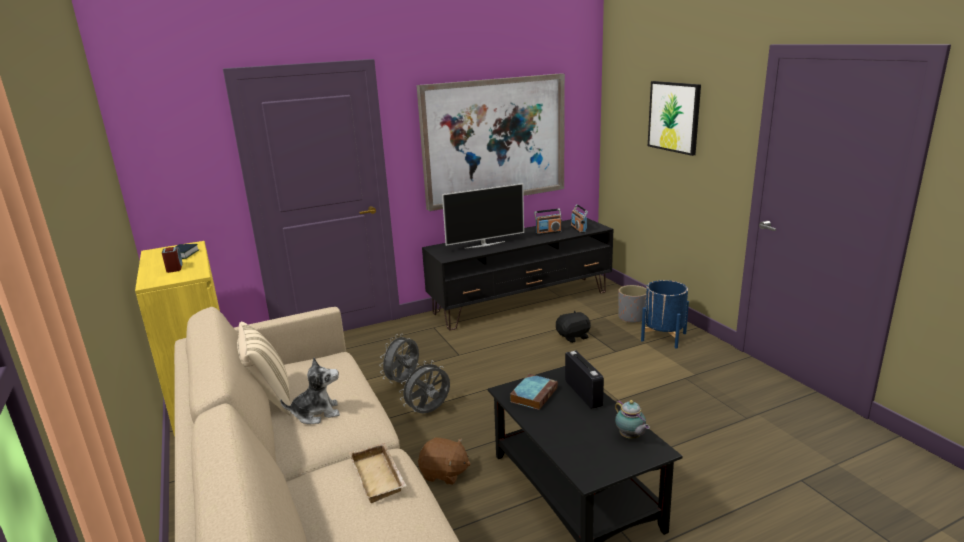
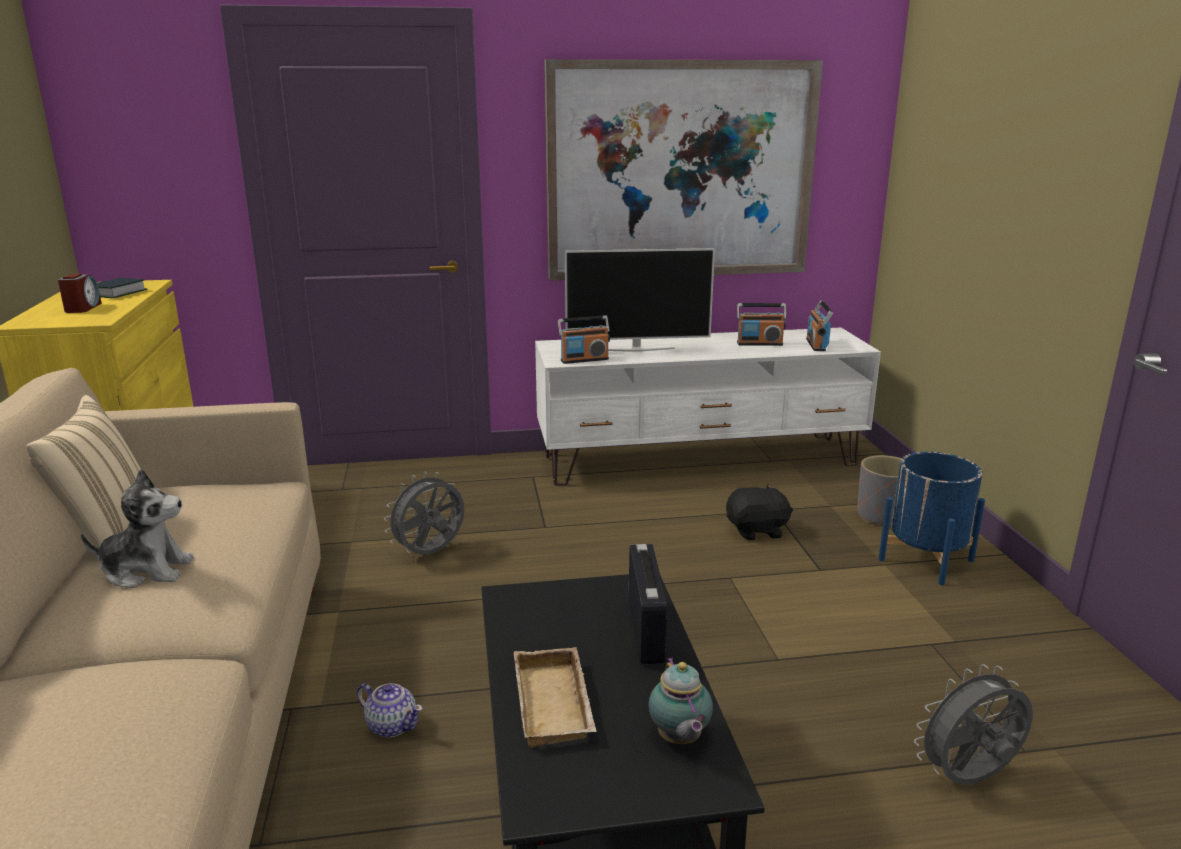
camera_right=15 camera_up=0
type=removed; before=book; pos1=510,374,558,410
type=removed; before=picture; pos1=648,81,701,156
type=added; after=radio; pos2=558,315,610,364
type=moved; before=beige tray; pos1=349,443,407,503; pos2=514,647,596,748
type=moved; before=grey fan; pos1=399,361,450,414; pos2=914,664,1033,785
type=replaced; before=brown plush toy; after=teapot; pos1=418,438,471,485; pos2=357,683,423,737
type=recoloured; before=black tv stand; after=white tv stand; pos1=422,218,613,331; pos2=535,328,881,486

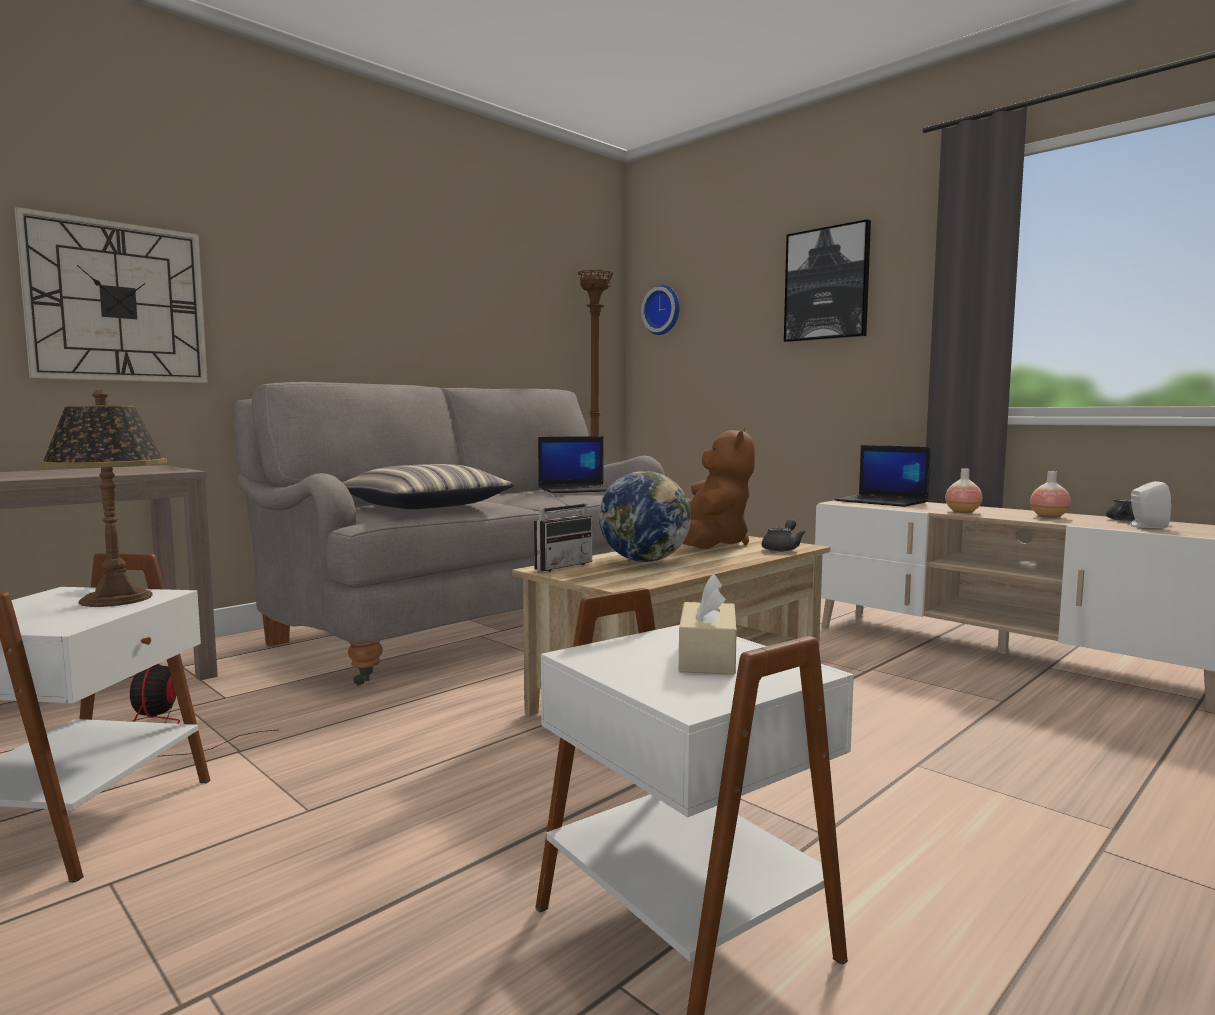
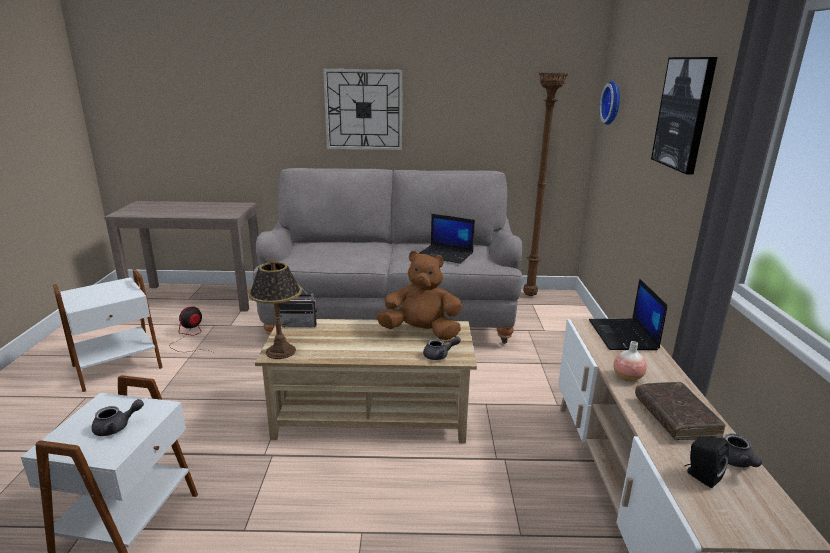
camera_right=45 camera_up=15
type=removed; before=pillow; pos1=342,464,514,509
type=removed; before=globe; pos1=599,471,691,562
type=moved; before=wall clock; pos1=14,207,208,383; pos2=323,69,402,150
type=moved; before=table lamp; pos1=39,390,167,607; pos2=249,259,302,359
type=replaced; before=beige tissue box; after=grey teapot; pos1=679,573,737,675; pos2=92,399,144,436
type=replaced; before=vase; after=brown book; pos1=1030,471,1071,518; pos2=635,382,726,440
type=recoloured; before=white speaker; after=black speaker; pos1=1131,481,1171,528; pos2=685,437,729,488
type=turned; before=brown plush toy; pos1=683,428,755,549; pos2=376,251,462,340; turn=-135

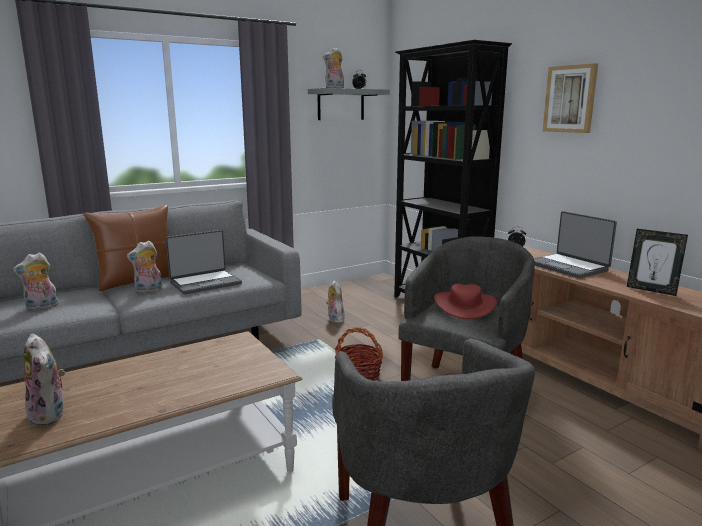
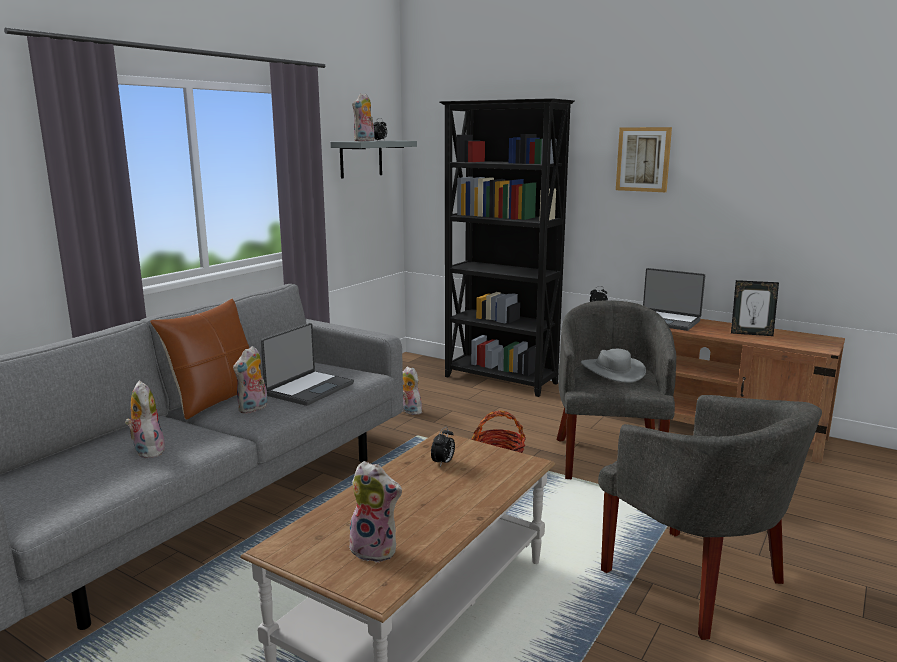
camera_right=-25 camera_up=0
type=added; after=alarm clock; pos2=431,427,455,467
type=recoloured; before=red hat; after=grey hat; pos1=434,284,497,319; pos2=581,349,646,383
type=turned; before=plush toy; pos1=13,253,58,311; pos2=125,380,166,458; turn=120

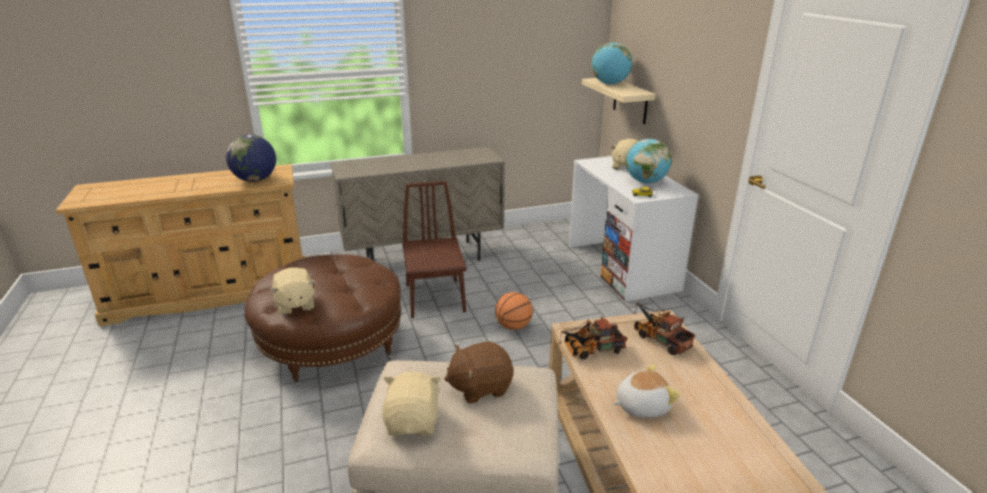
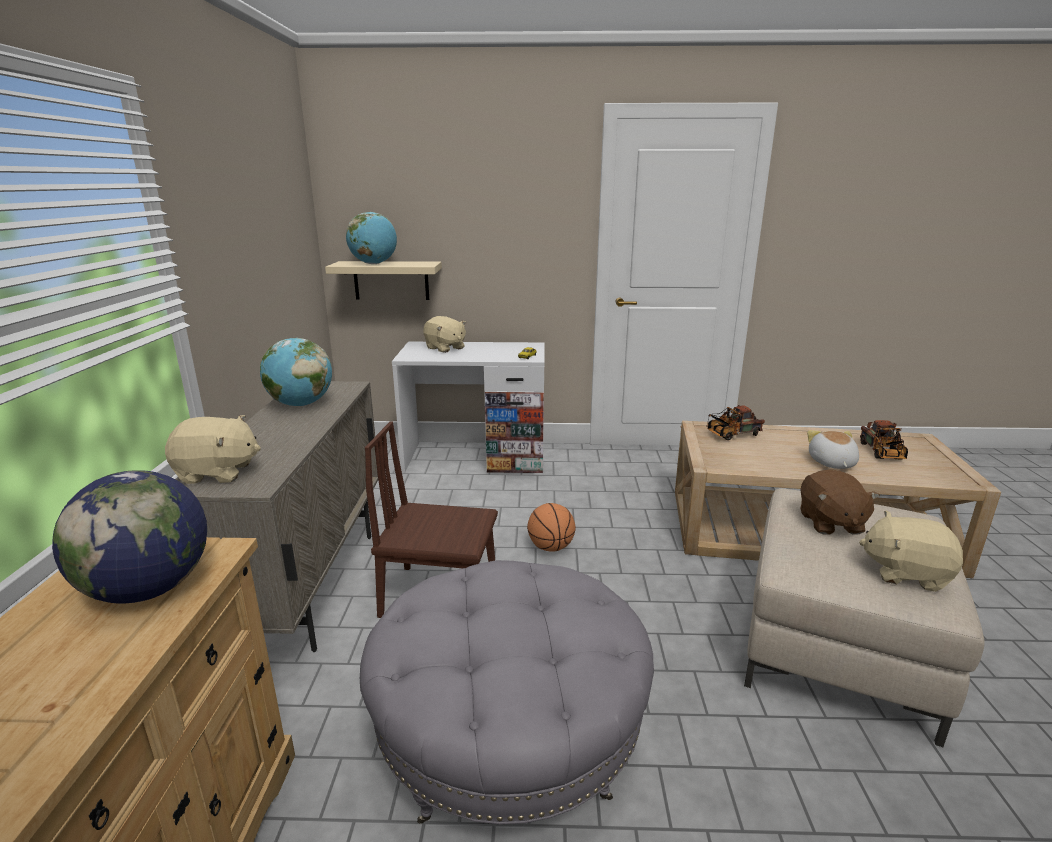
camera_right=-70 camera_up=-5
type=moved; before=beige plush toy; pos1=270,267,315,315; pos2=165,415,261,484
type=moved; before=toy truck; pos1=559,316,628,360; pos2=860,420,908,460
type=moved; before=globe; pos1=626,139,671,184; pos2=260,338,332,406
type=recoloured; before=brown ottoman; after=grey ottoman; pos1=244,254,401,386; pos2=360,560,654,824

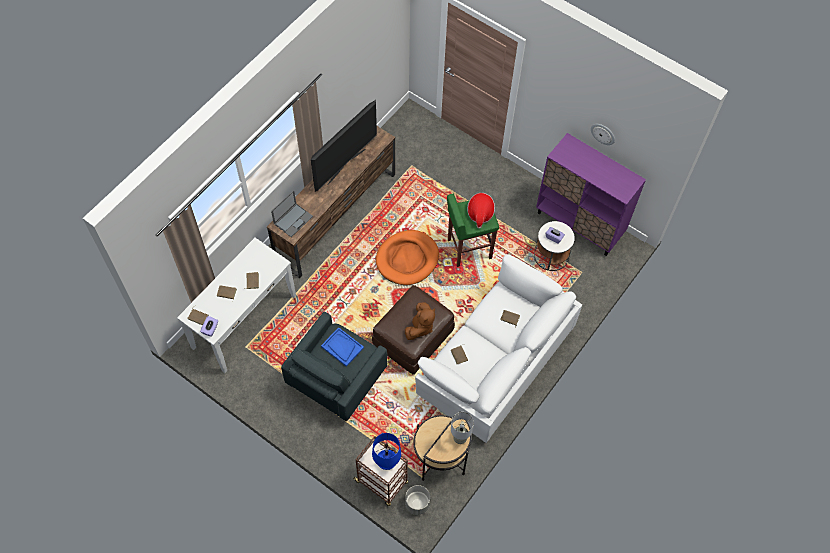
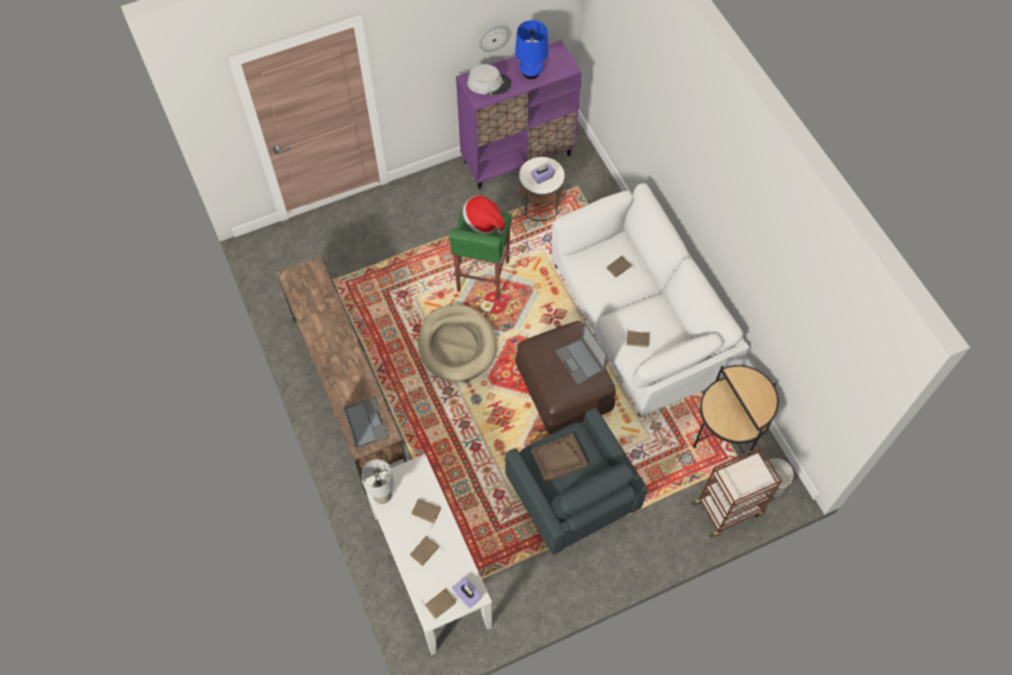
camera_right=-60 camera_up=0
type=removed; before=television; pos1=311,100,377,192
type=added; after=grey hat; pos2=467,64,511,95
type=moved; before=blue table lamp; pos1=372,433,401,470; pos2=515,20,548,79
type=moved; before=grey table lamp; pos1=451,412,474,444; pos2=361,459,394,504
type=replaced; before=brown plush toy; after=laptop; pos1=405,302,435,340; pos2=555,322,608,385
type=recoloured; before=blue tray; after=brown tray; pos1=321,327,364,367; pos2=532,433,588,482
type=recoloured; before=orange dog bed; after=beige dog bed; pos1=376,230,439,285; pos2=418,304,497,381

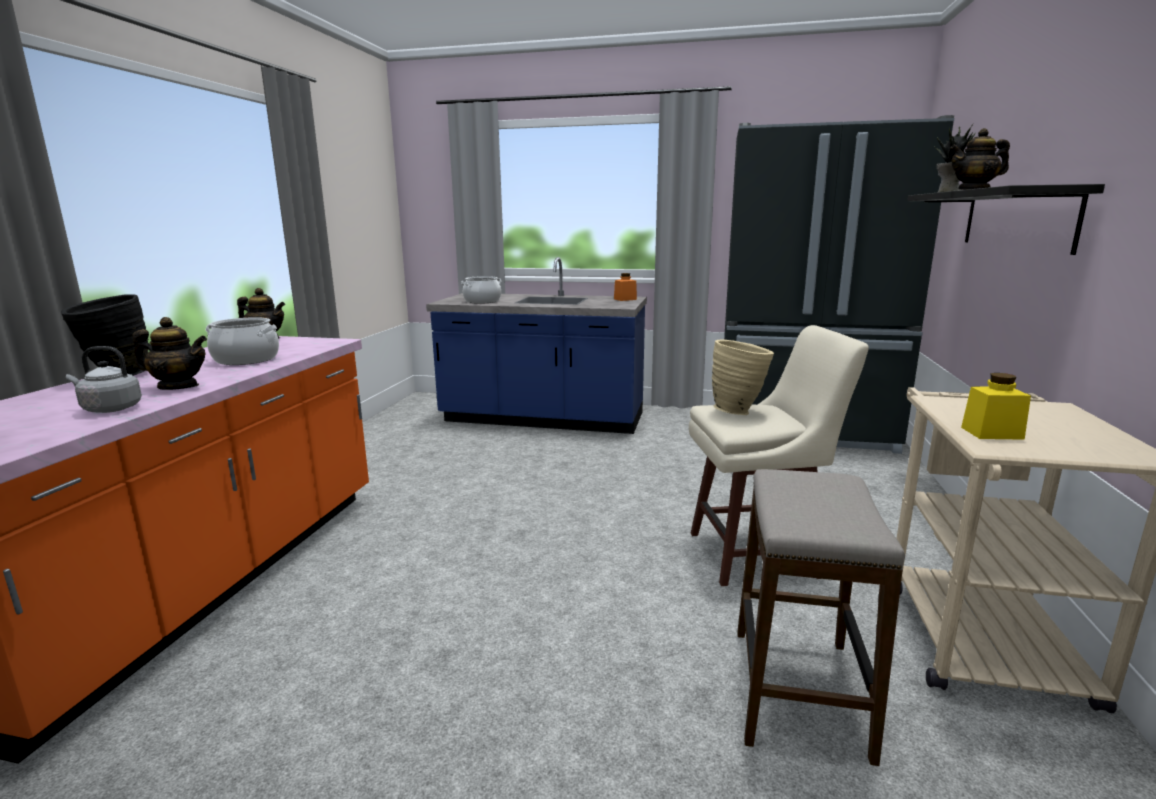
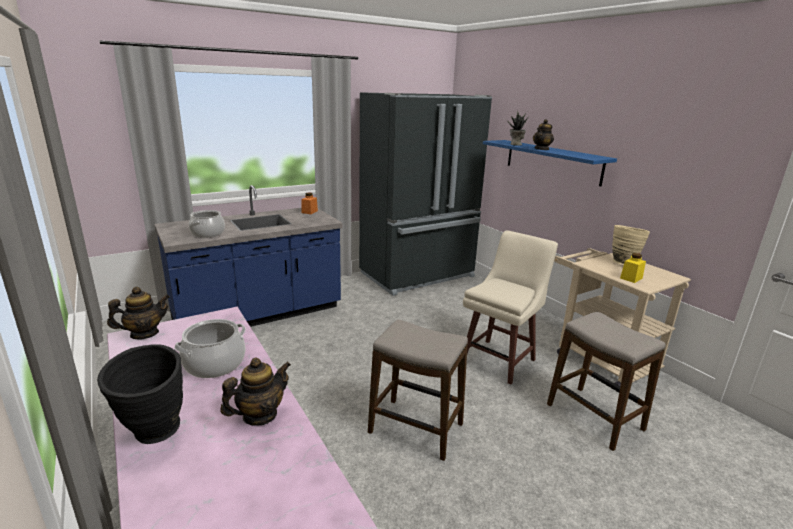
camera_right=-45 camera_up=5
type=removed; before=grey kettle; pos1=66,346,142,413
type=added; after=stool; pos2=368,319,468,461
type=moved; before=beige vase; pos1=712,339,774,415; pos2=612,225,650,265
type=recoloured; before=black shelf; after=blue shelf; pos1=907,184,1105,255; pos2=483,140,617,186

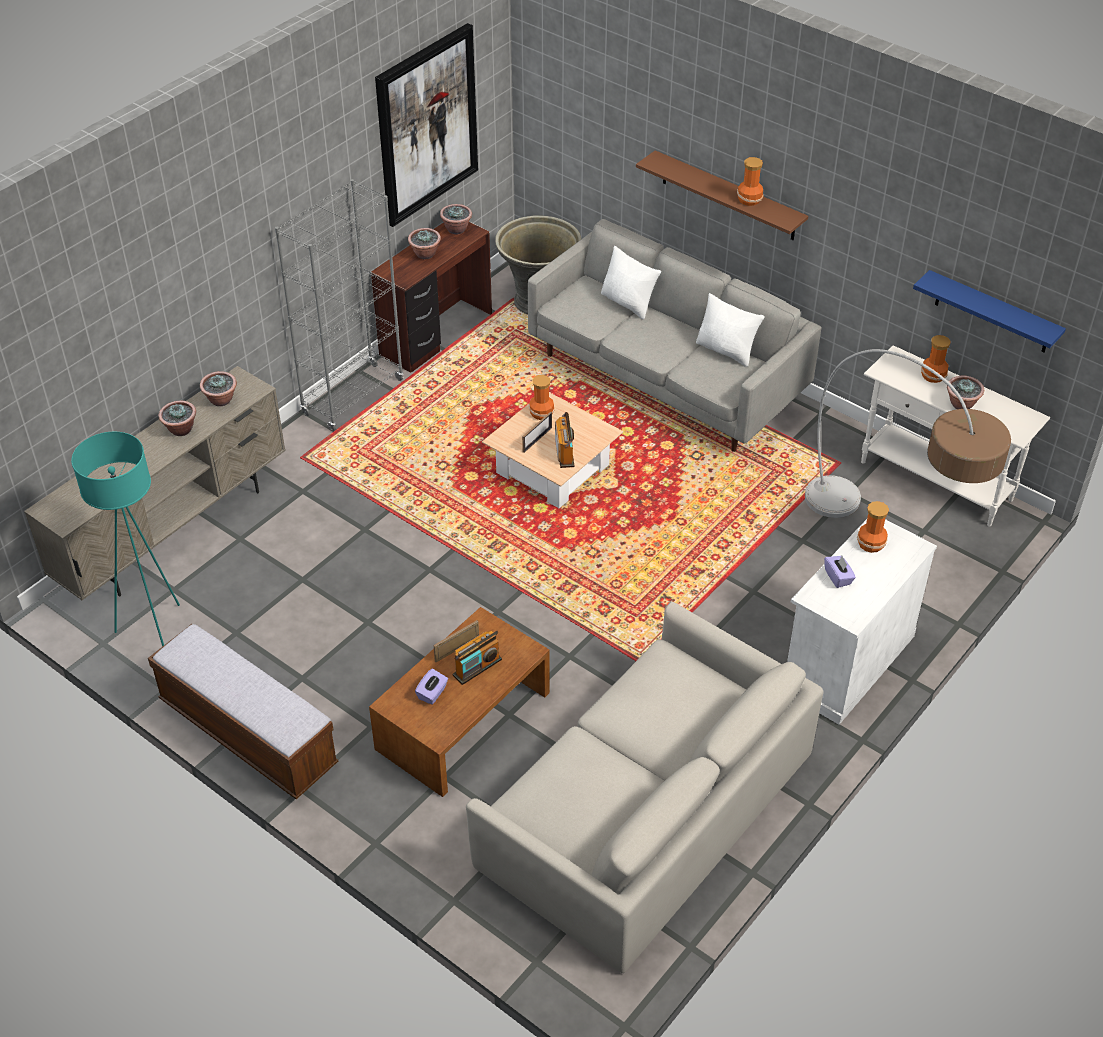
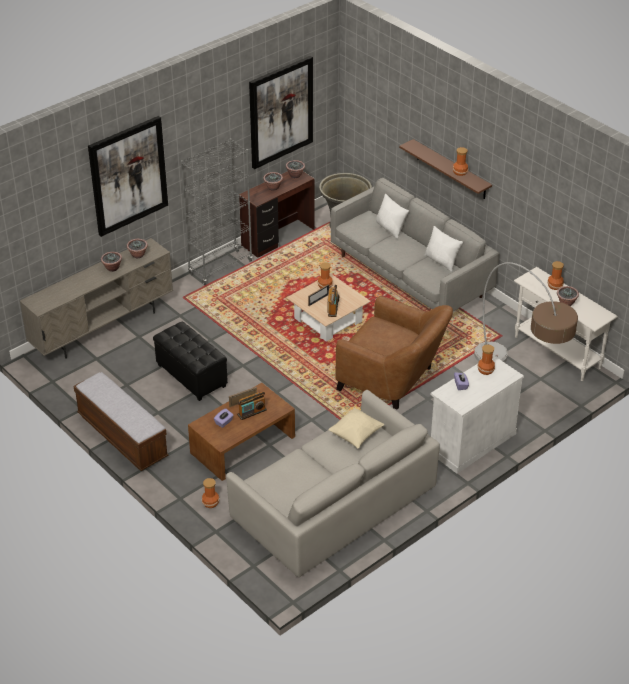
camera_right=10 camera_up=-5
type=removed; before=turquoise floor lamp; pos1=71,432,180,647
type=removed; before=blue shelf; pos1=913,270,1066,352
type=added; after=picture; pos2=88,116,168,237
type=added; after=black ottoman; pos2=153,321,228,401
type=added; after=vase; pos2=202,478,219,508
type=added; after=beige pillow; pos2=328,408,385,448
type=added; after=brown armchair; pos2=335,296,453,409

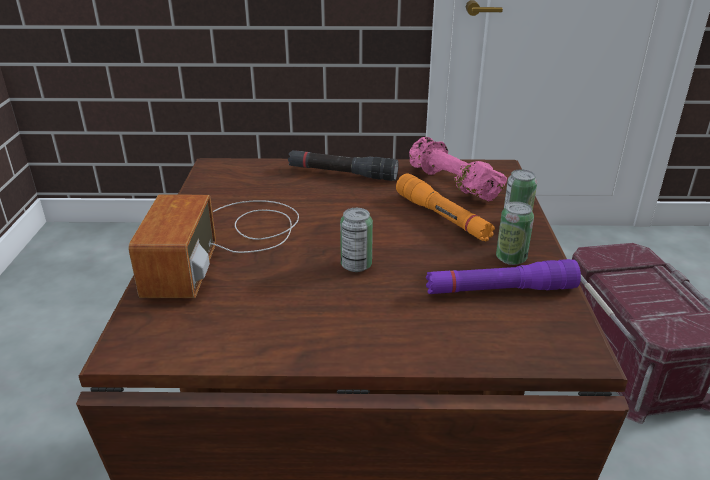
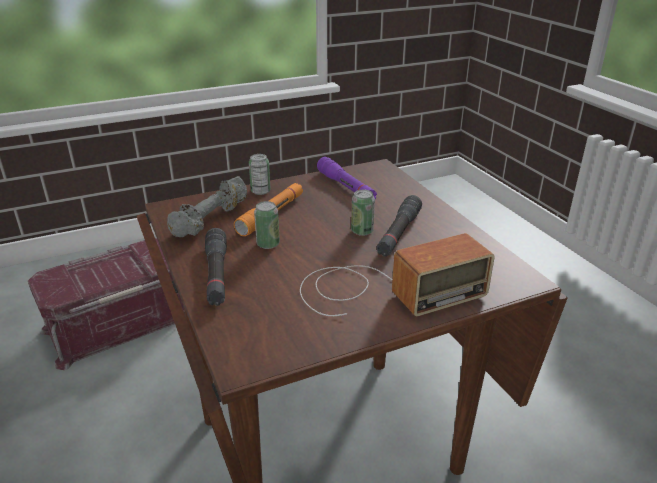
camera_right=-115 camera_up=0
type=added; after=black flashlight; pos2=376,195,422,257
type=moved; before=can; pos1=496,201,534,265; pos2=254,201,280,249
type=recoloured; before=pink dumbbell; after=grey dumbbell; pos1=409,137,507,201; pos2=167,176,247,237

